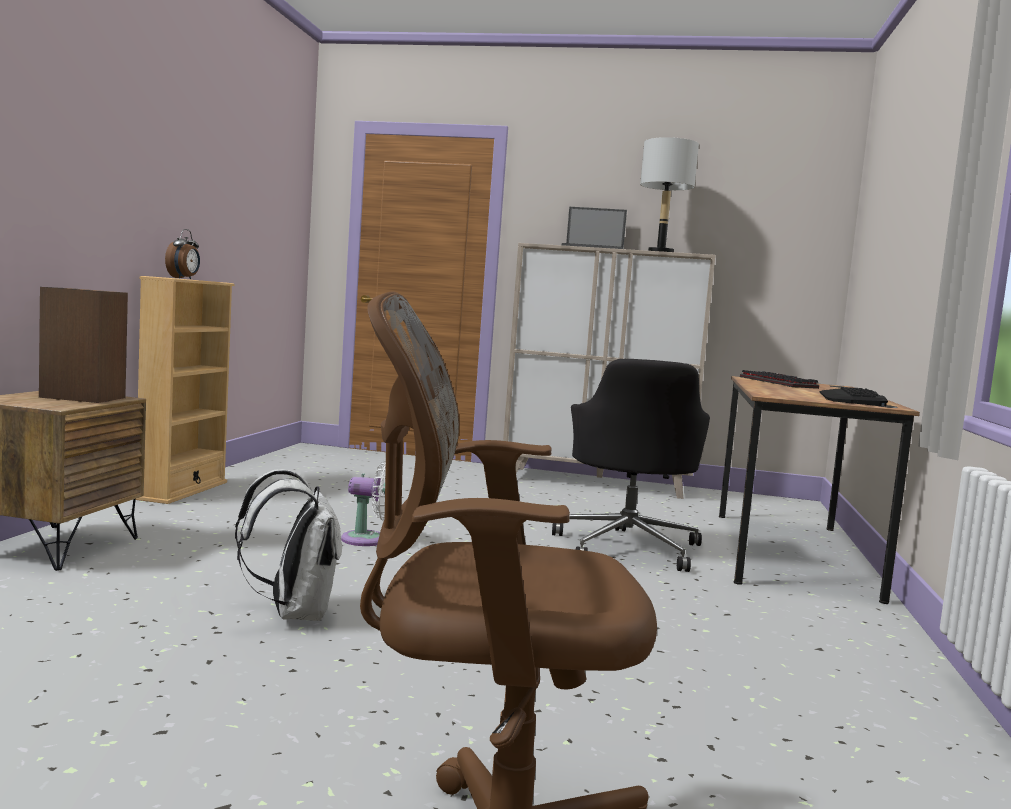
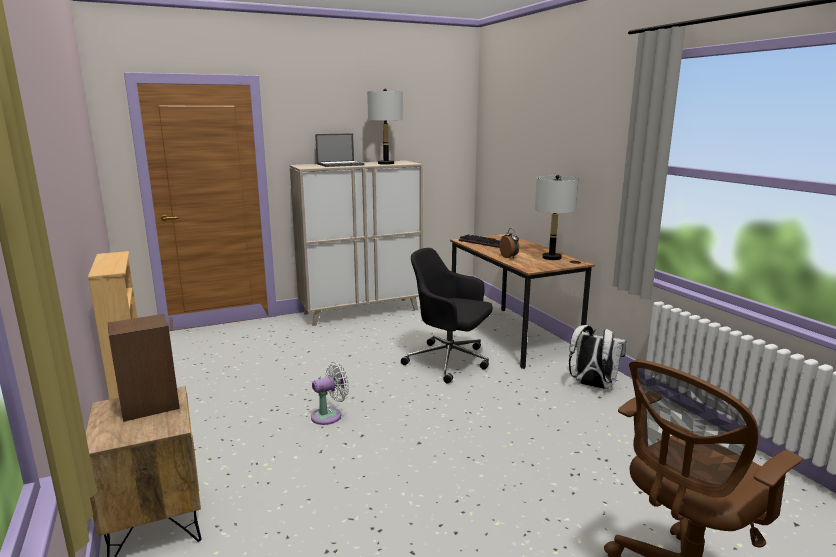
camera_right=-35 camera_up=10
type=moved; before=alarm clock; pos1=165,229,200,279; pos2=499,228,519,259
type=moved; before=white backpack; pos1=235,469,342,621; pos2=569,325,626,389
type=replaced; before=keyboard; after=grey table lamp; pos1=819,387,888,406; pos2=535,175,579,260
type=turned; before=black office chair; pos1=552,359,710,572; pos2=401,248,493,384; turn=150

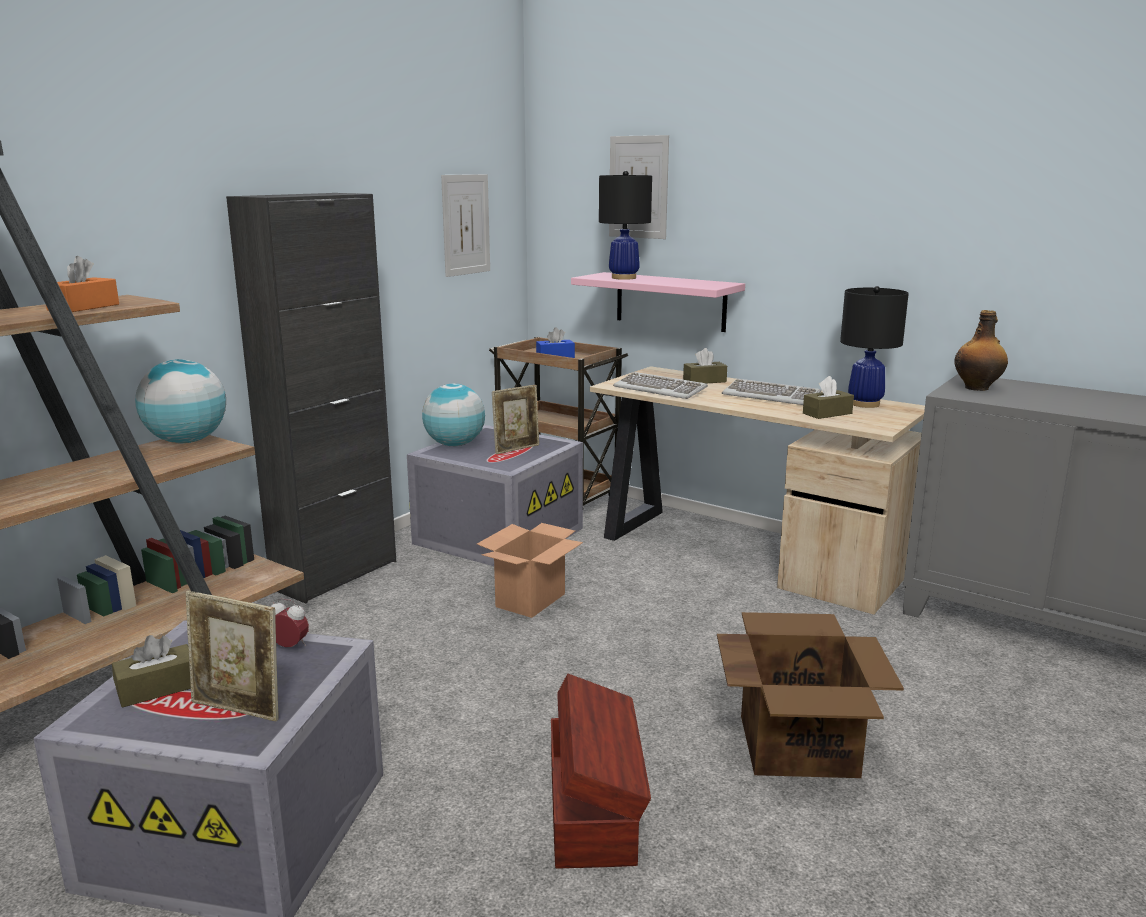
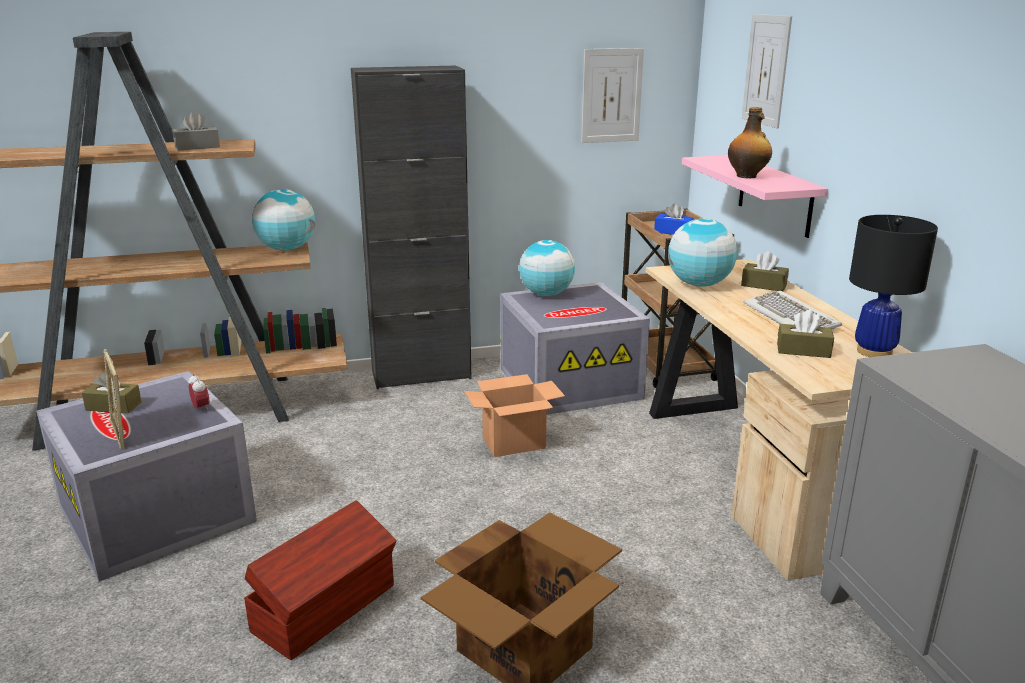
camera_right=40 camera_up=5
type=removed; before=picture frame; pos1=492,385,539,455
type=removed; before=black table lamp; pos1=599,171,652,280
type=moved; before=bottle; pos1=954,310,1008,391; pos2=728,107,772,178
type=replaced; before=keyboard; after=globe; pos1=613,372,708,399; pos2=668,218,737,287
type=recoloured; before=orange tissue box; after=grey tissue box; pos1=46,256,119,312; pos2=172,112,220,150

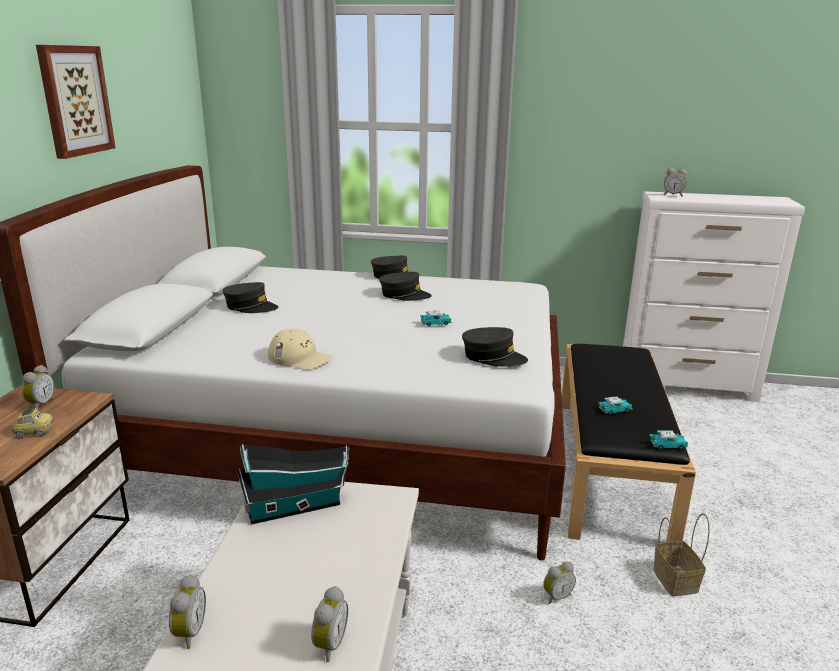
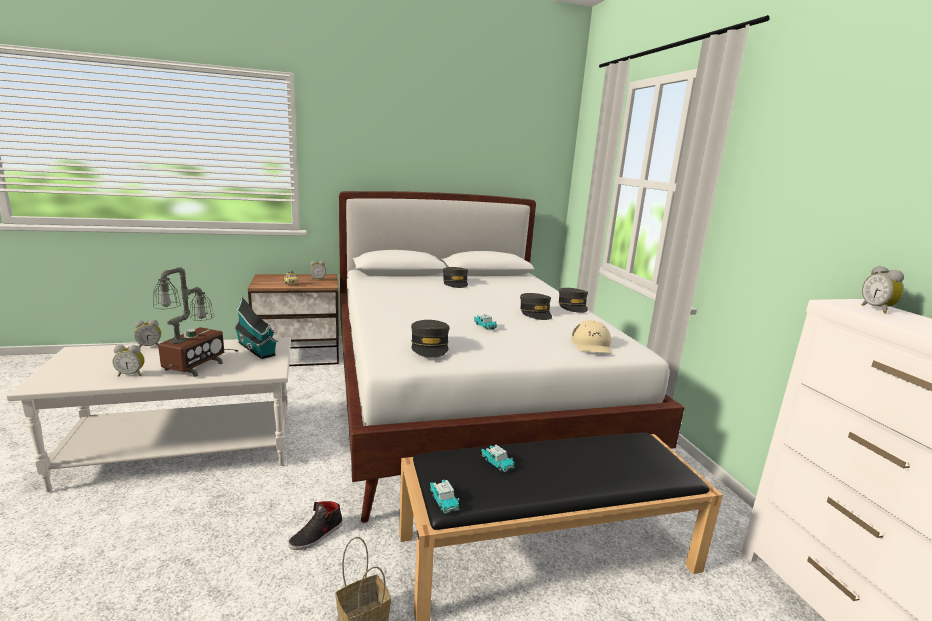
camera_right=65 camera_up=-5
type=removed; before=picture; pos1=36,45,116,159
type=added; after=table lamp; pos2=153,267,239,377
type=moved; before=beige cap; pos1=268,329,333,370; pos2=571,320,612,354
type=replaced; before=alarm clock; after=black shoe; pos1=543,561,576,604; pos2=288,501,342,550

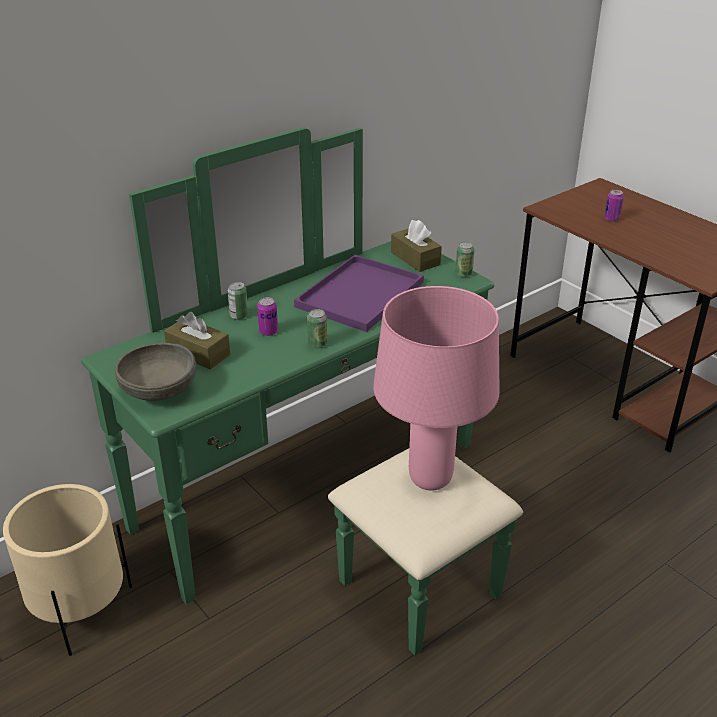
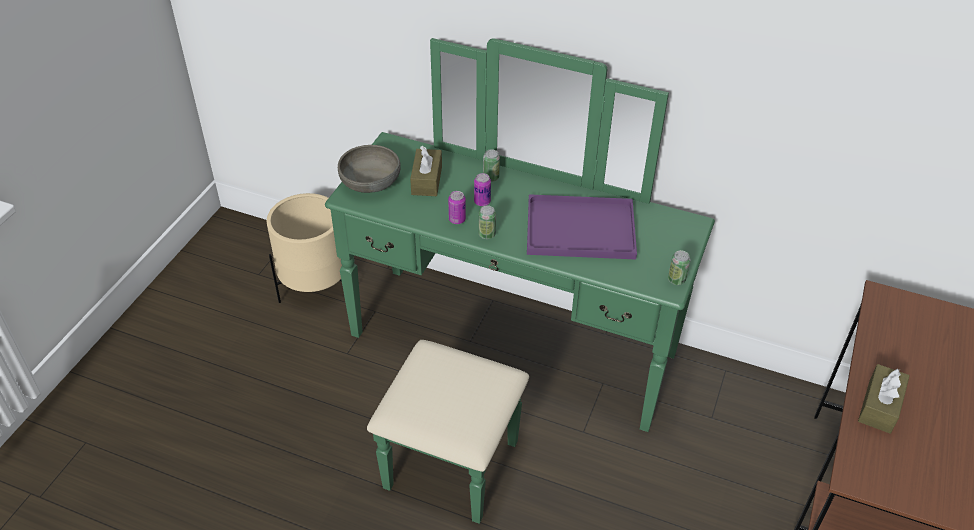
camera_right=60 camera_up=10
type=removed; before=pink table lamp; pos1=373,286,500,491
type=moved; before=brown tissue box; pos1=391,220,442,272; pos2=858,364,910,434
type=moved; before=can; pos1=604,190,624,222; pos2=448,191,466,224

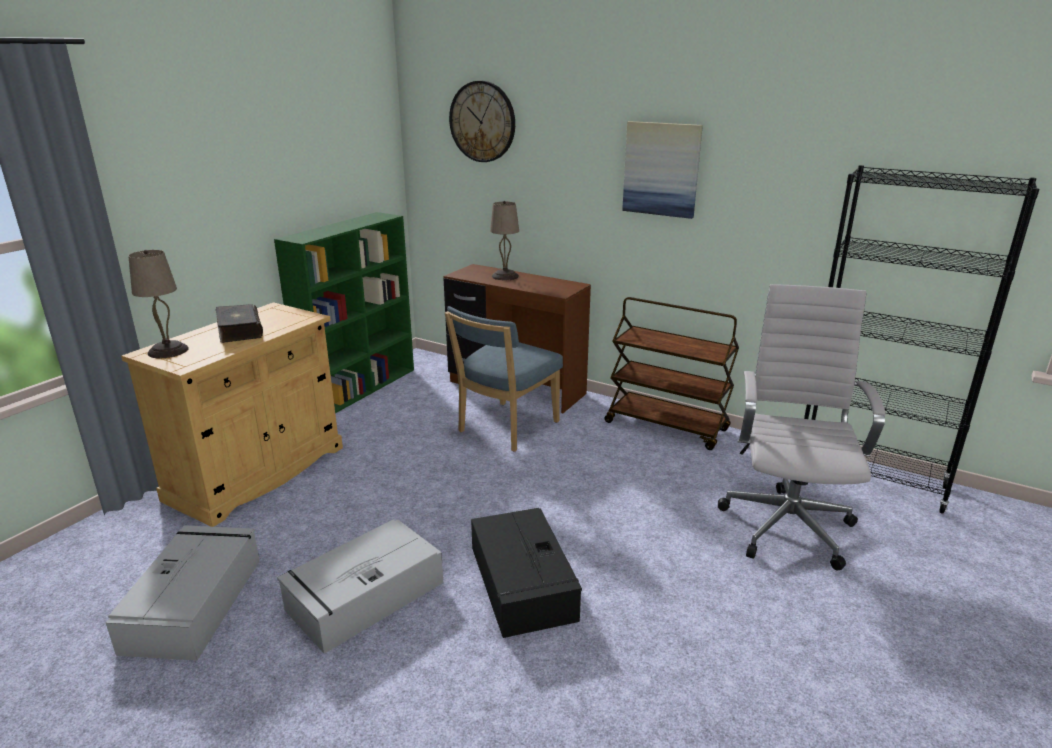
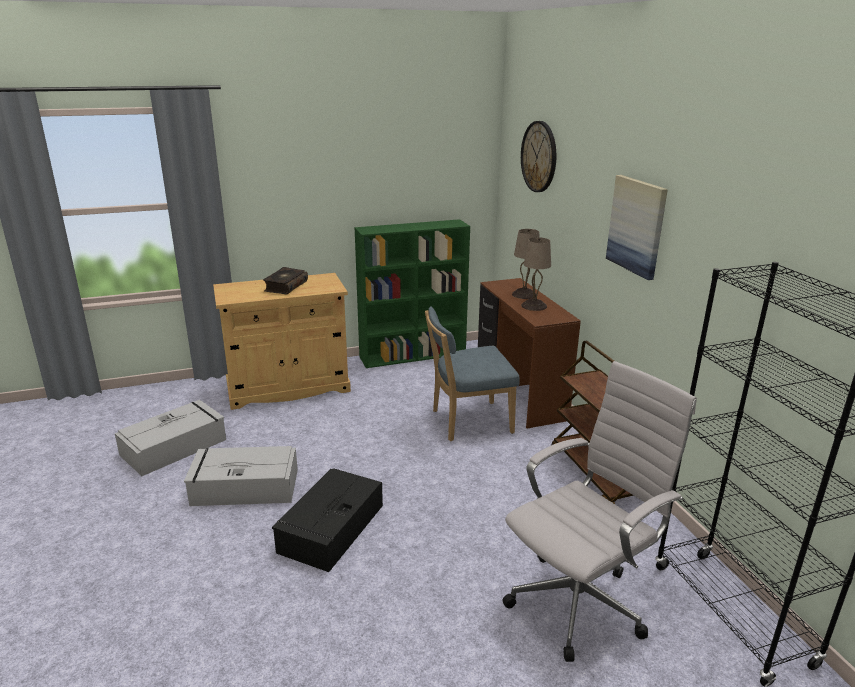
camera_right=40 camera_up=0
type=moved; before=beige table lamp; pos1=128,250,189,358; pos2=521,237,551,311

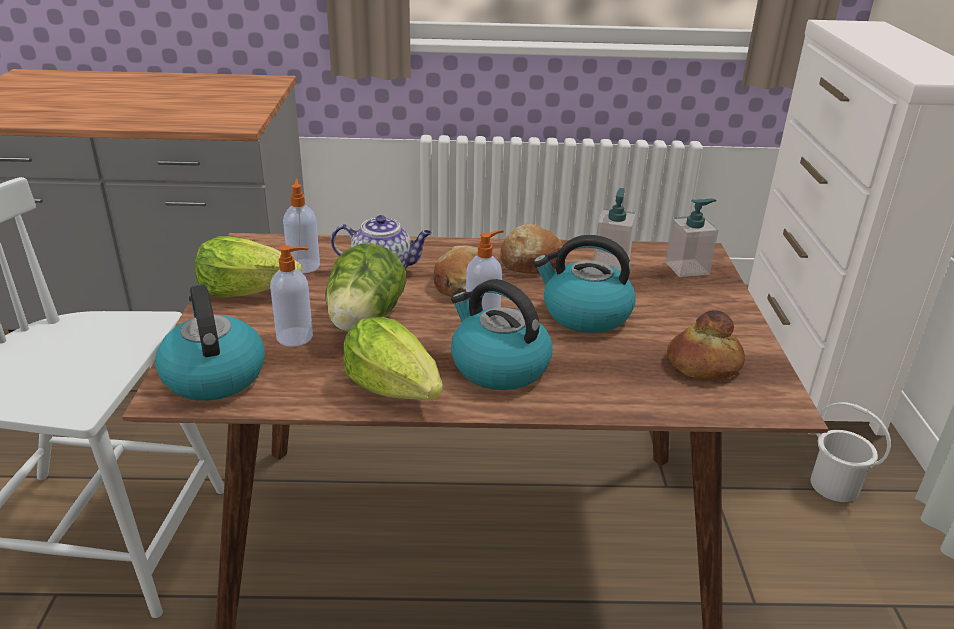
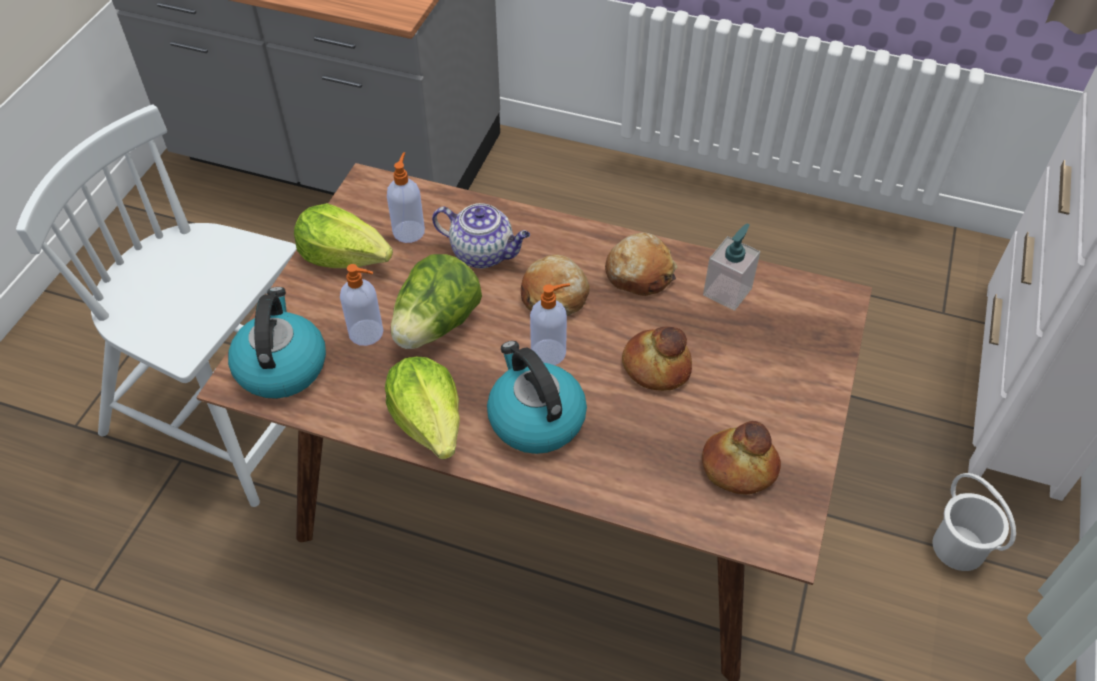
camera_right=20 camera_up=20
type=removed; before=soap dispenser; pos1=665,199,719,277
type=replaced; before=kettle; after=bread; pos1=533,235,635,333; pos2=622,327,692,391

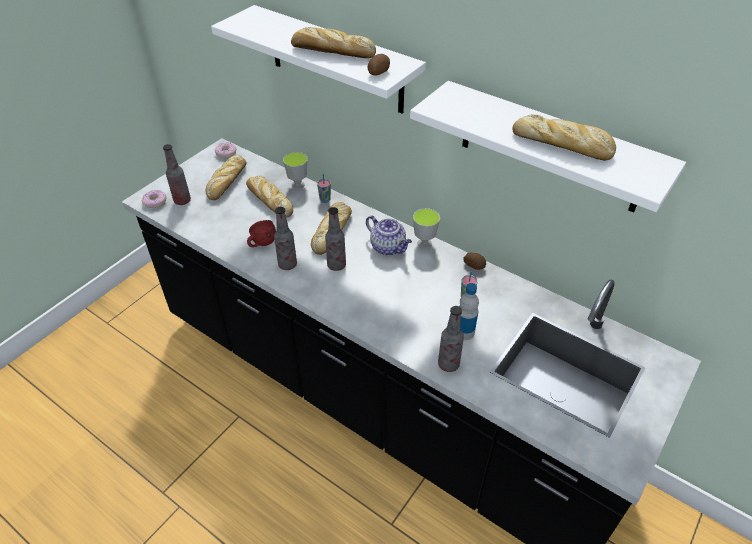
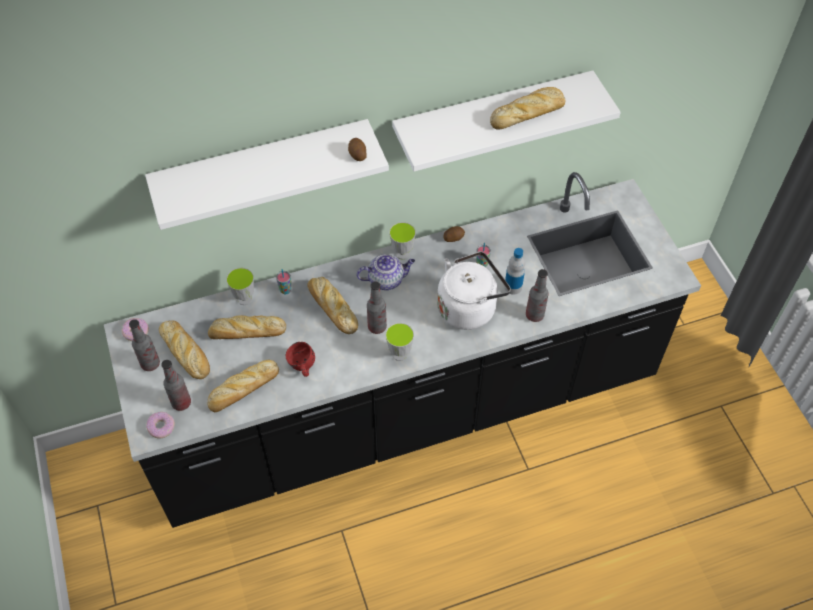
camera_right=-55 camera_up=10
type=added; after=cup; pos2=385,323,414,361
type=added; after=white kettle; pos2=437,251,511,330
type=moved; before=bottle; pos1=274,207,297,270; pos2=129,319,160,371
type=moved; before=bread; pos1=291,27,376,58; pos2=208,360,279,412

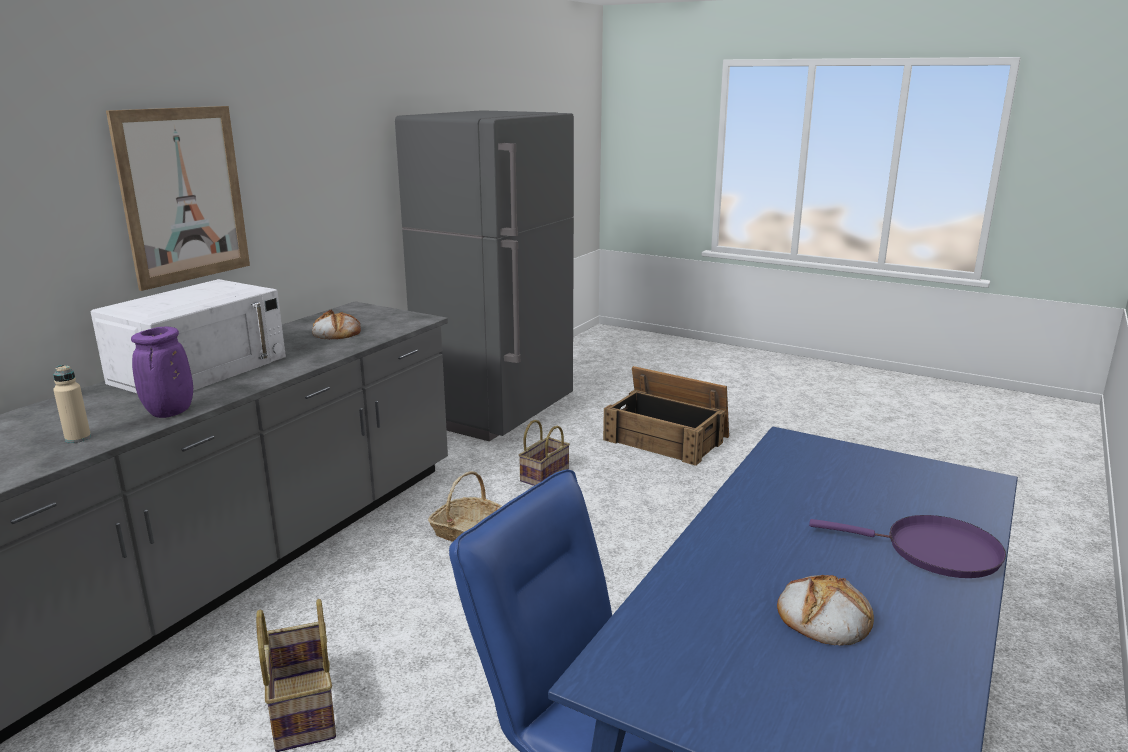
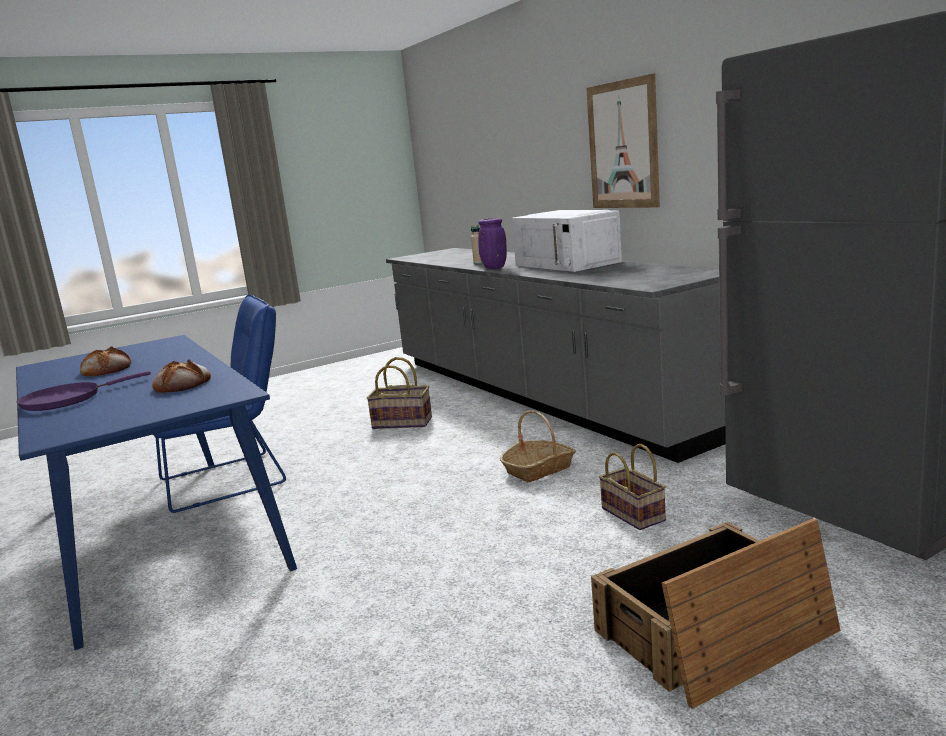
camera_right=120 camera_up=-5
type=moved; before=bread; pos1=312,309,361,339; pos2=152,359,211,393

